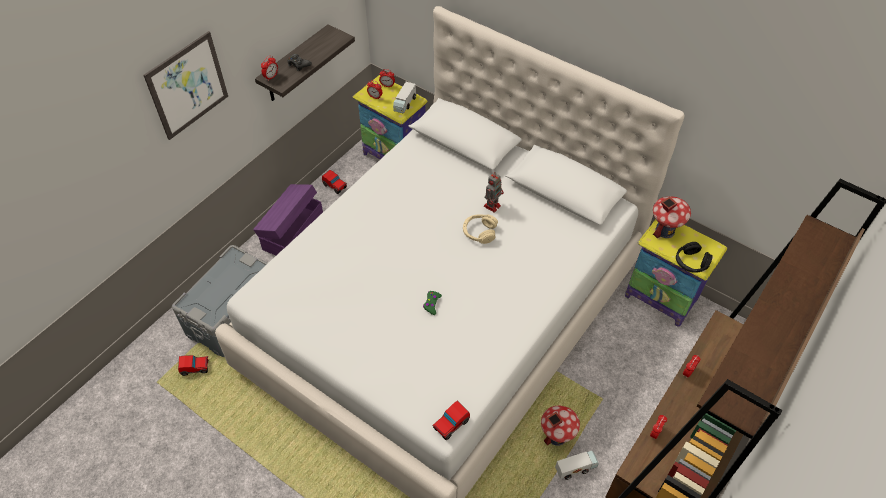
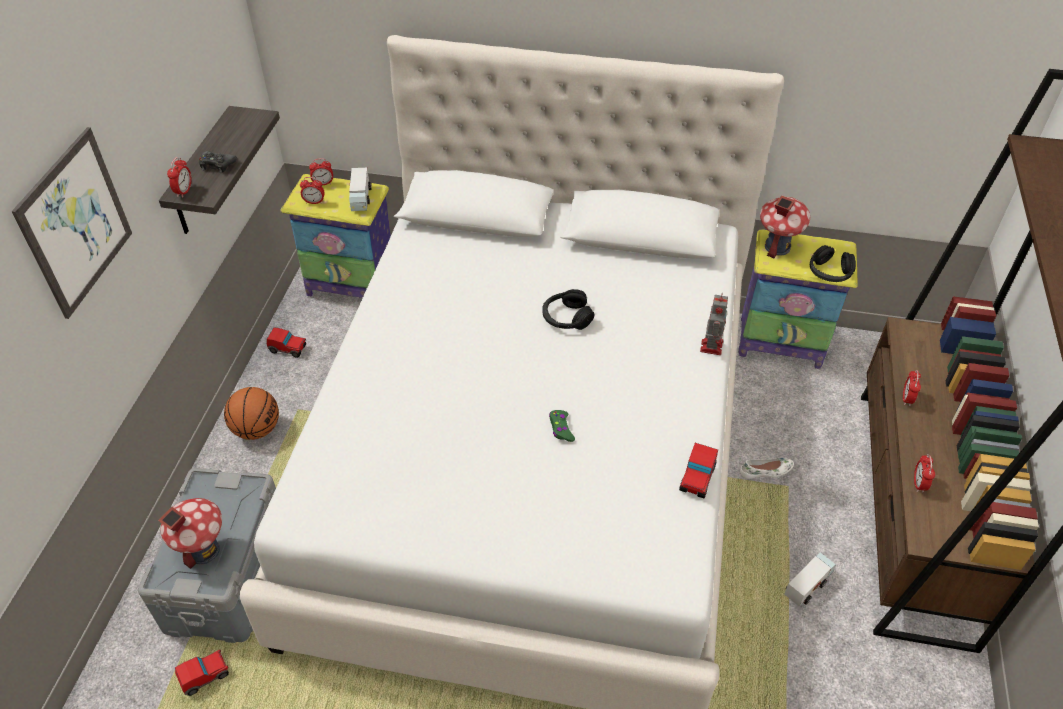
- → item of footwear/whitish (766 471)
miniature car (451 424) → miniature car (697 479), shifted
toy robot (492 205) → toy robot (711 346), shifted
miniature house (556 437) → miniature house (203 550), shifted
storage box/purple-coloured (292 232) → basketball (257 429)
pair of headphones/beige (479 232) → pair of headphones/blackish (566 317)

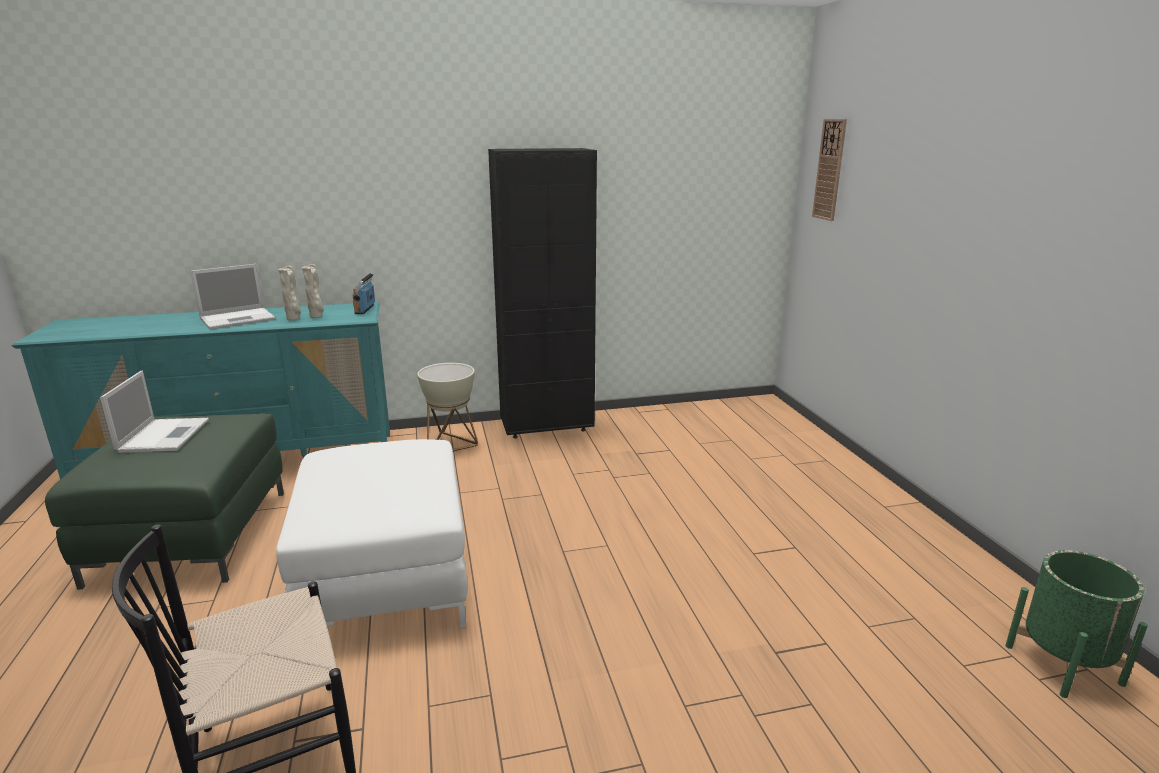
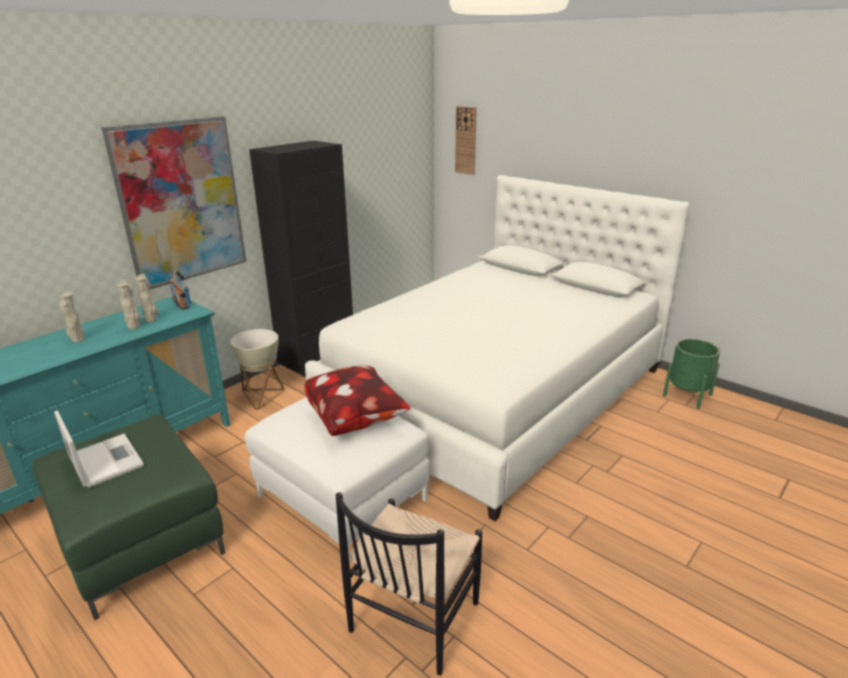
- → wall picture (181 202)
- → bed/whitish (496 392)
- → pillow (356 419)
laptop (239 319) → decorative vase/beige (77 340)

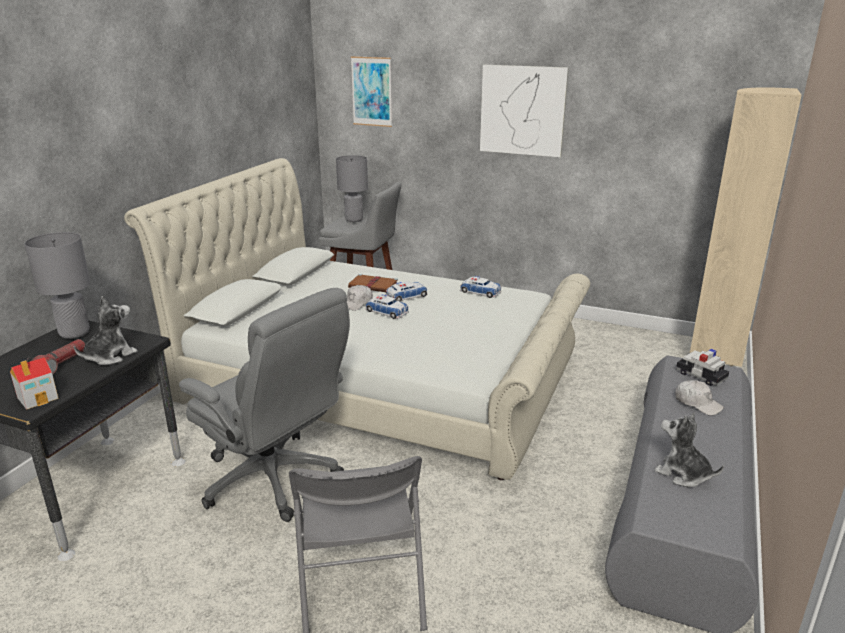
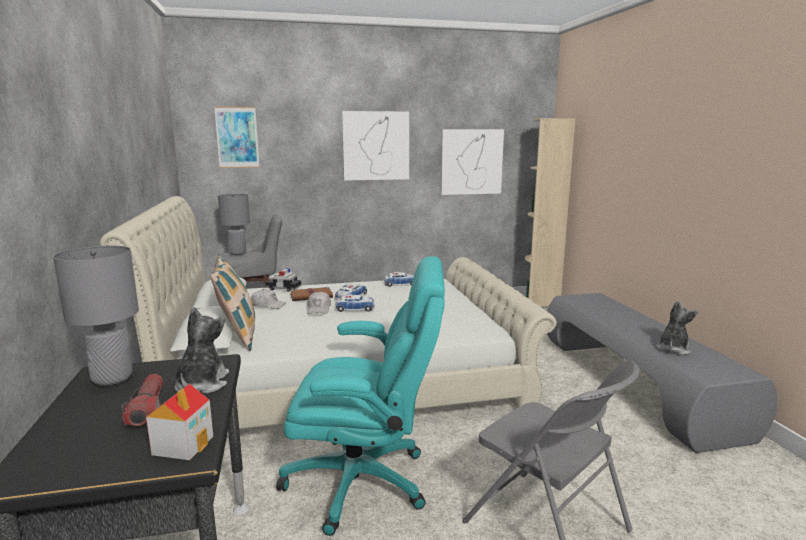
- → pillow (237 337)
- → wall picture (471 162)
miniature car (700 376) → miniature car (283 288), shifted
peaked cap/whitish (697 403) → peaked cap/whitish (268 305), shifted
desk chair/greyish (276 483) → desk chair/turquoise-coloured (367 483)
plush toy (682 474) → plush toy (673 349), 120 degrees clockwise

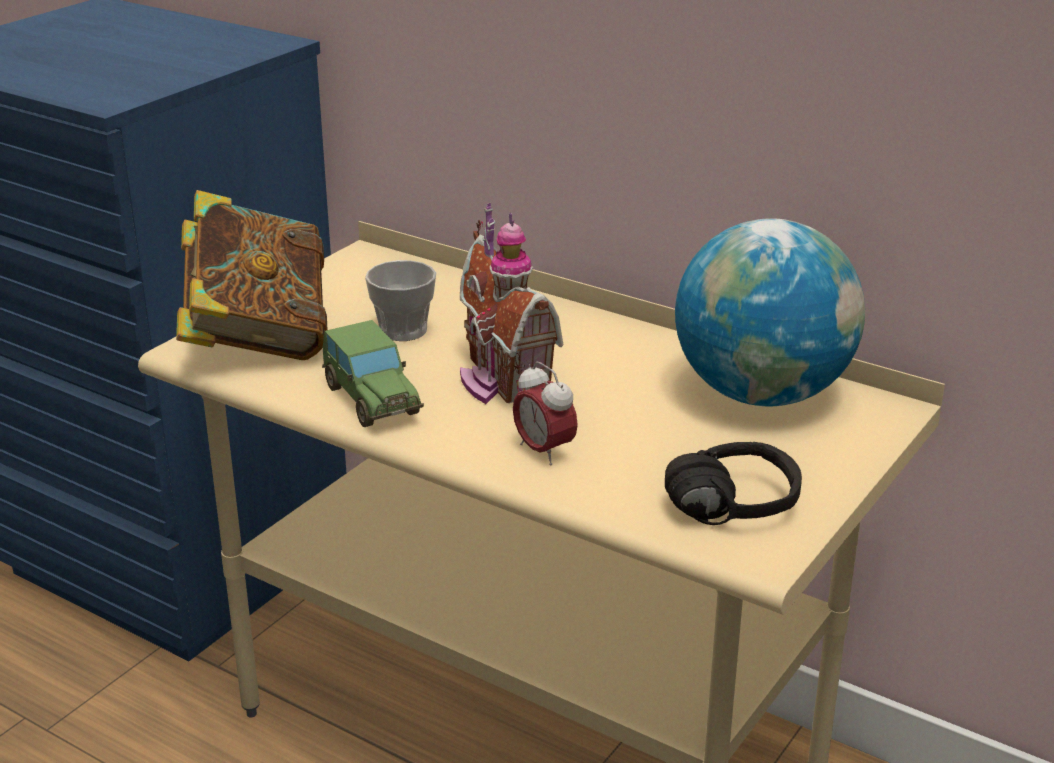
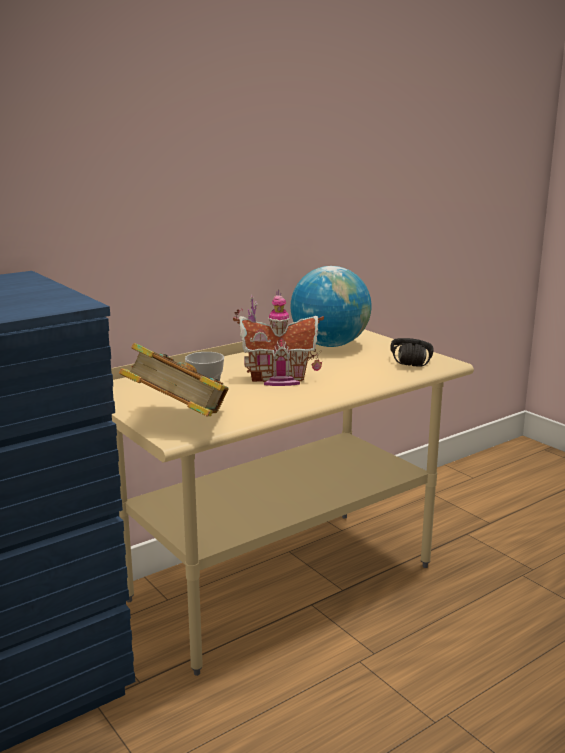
miniature car (371 399) → -
table clock (544 451) → -

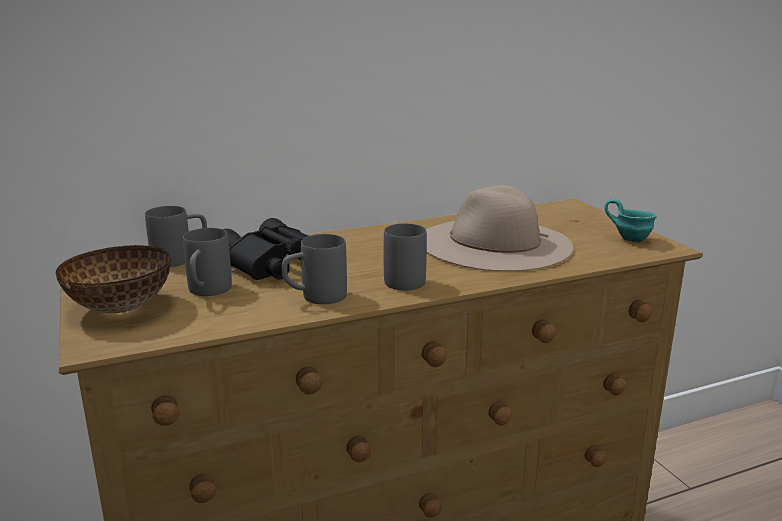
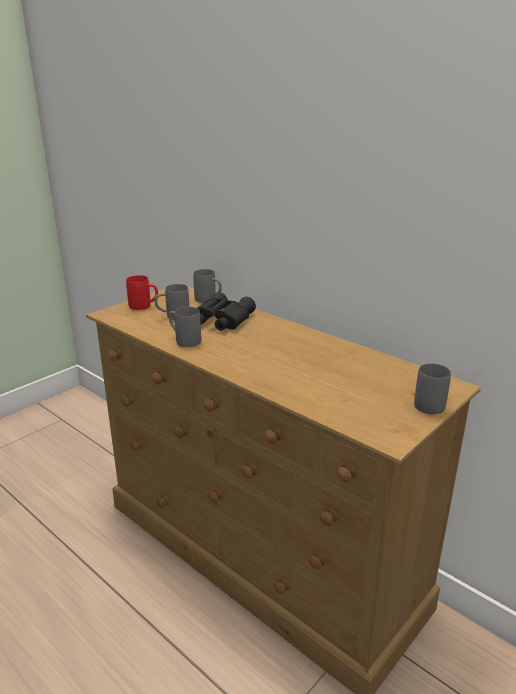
hat/beige (494 243) → -
tea mug/turquoise-coloured (629 239) → -
tea mug/greyish (399 279) → tea mug/greyish (432 403), shifted
bowl (121 307) → tea mug/red (144 306)

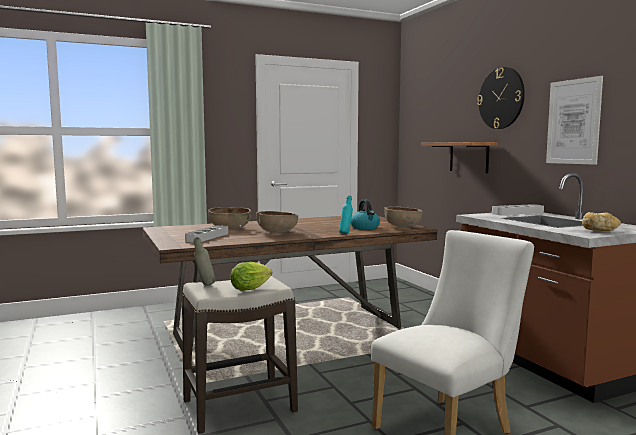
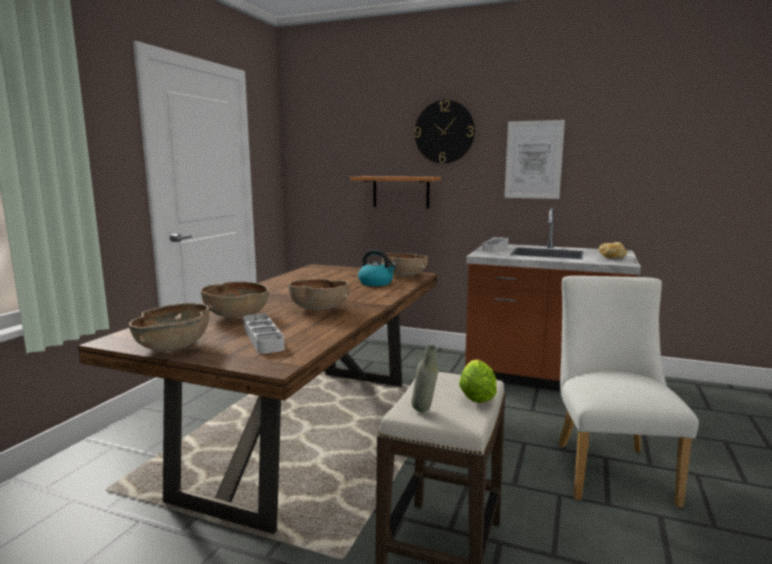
drink bottle/turquoise-coloured (346 233) → -
- → bowl/brown-coloured (174 347)

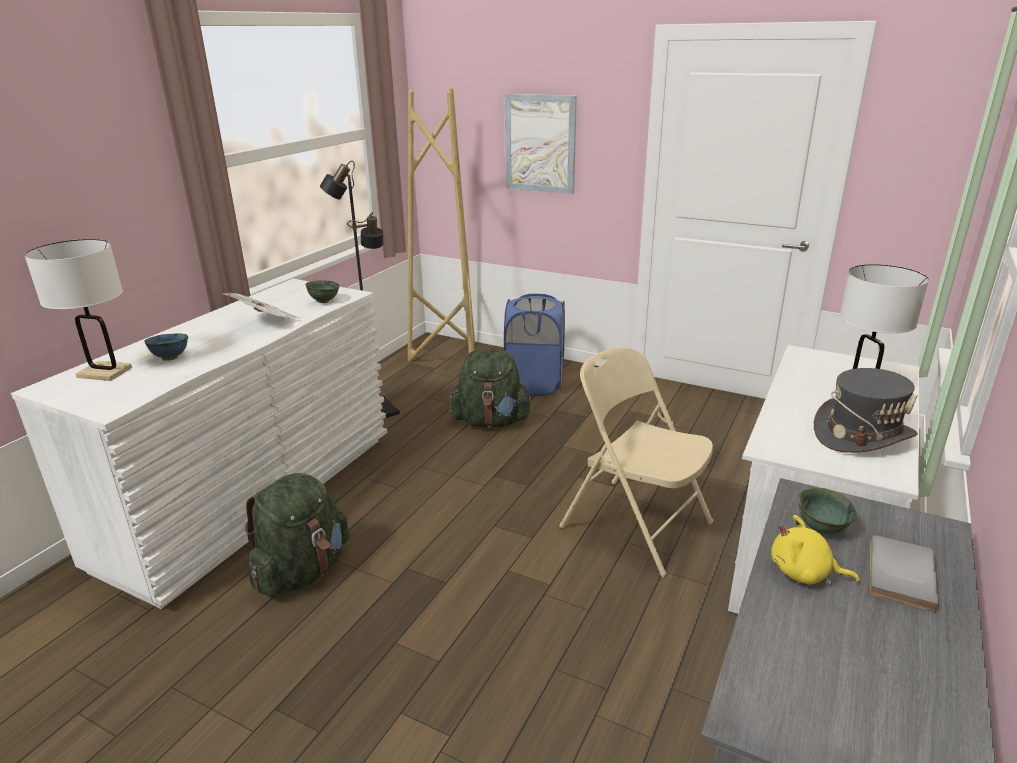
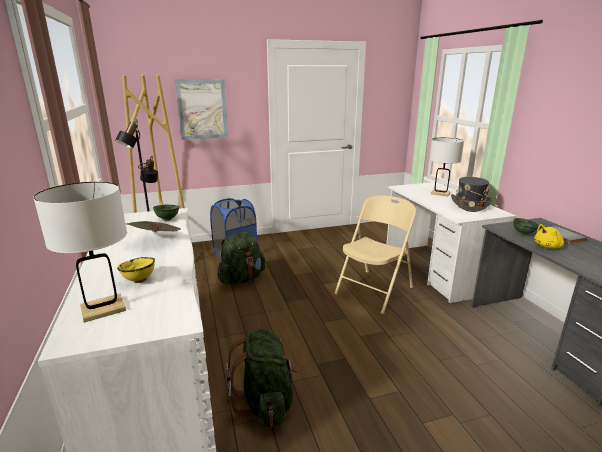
bowl/blue-coloured (170 358) → bowl/yellow (139 280)
chair/beige (636 524) → chair/beige (374 291), 135 degrees clockwise

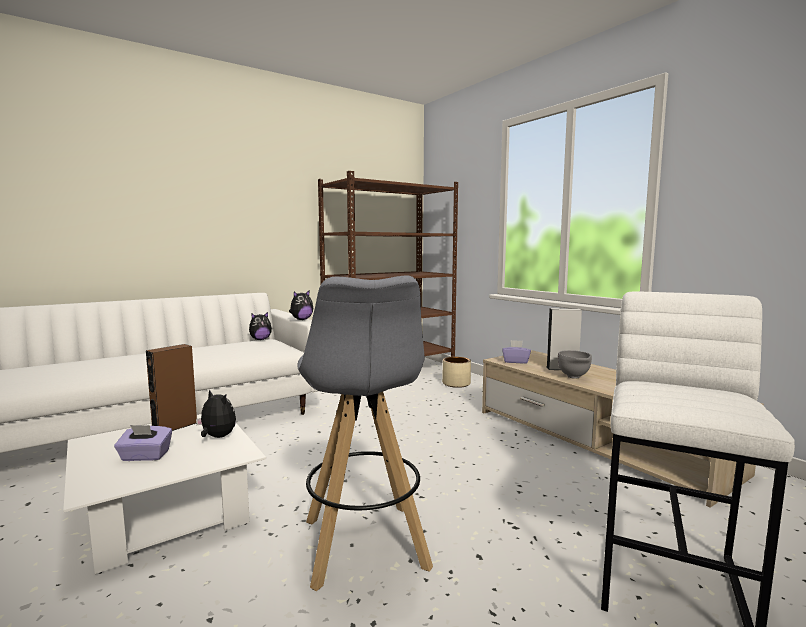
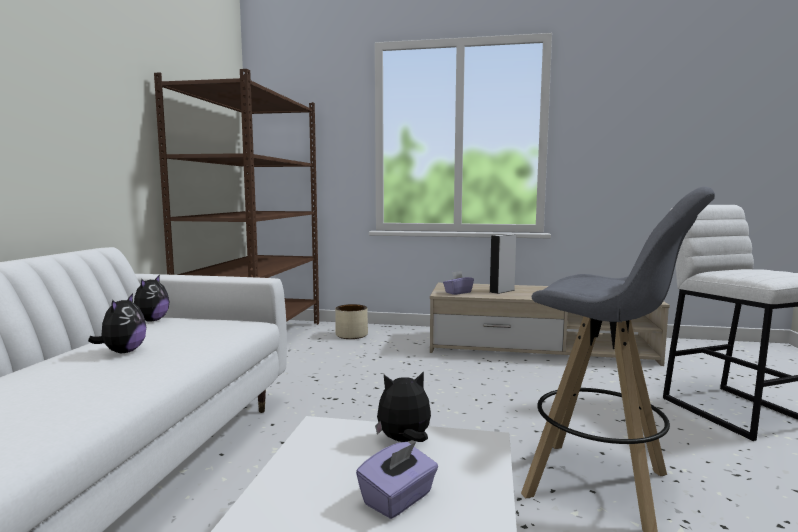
audio speaker/brown-coloured (175 427) → -
bowl/greyish (574 377) → -
plush toy (301 319) → plush toy (123 352), shifted

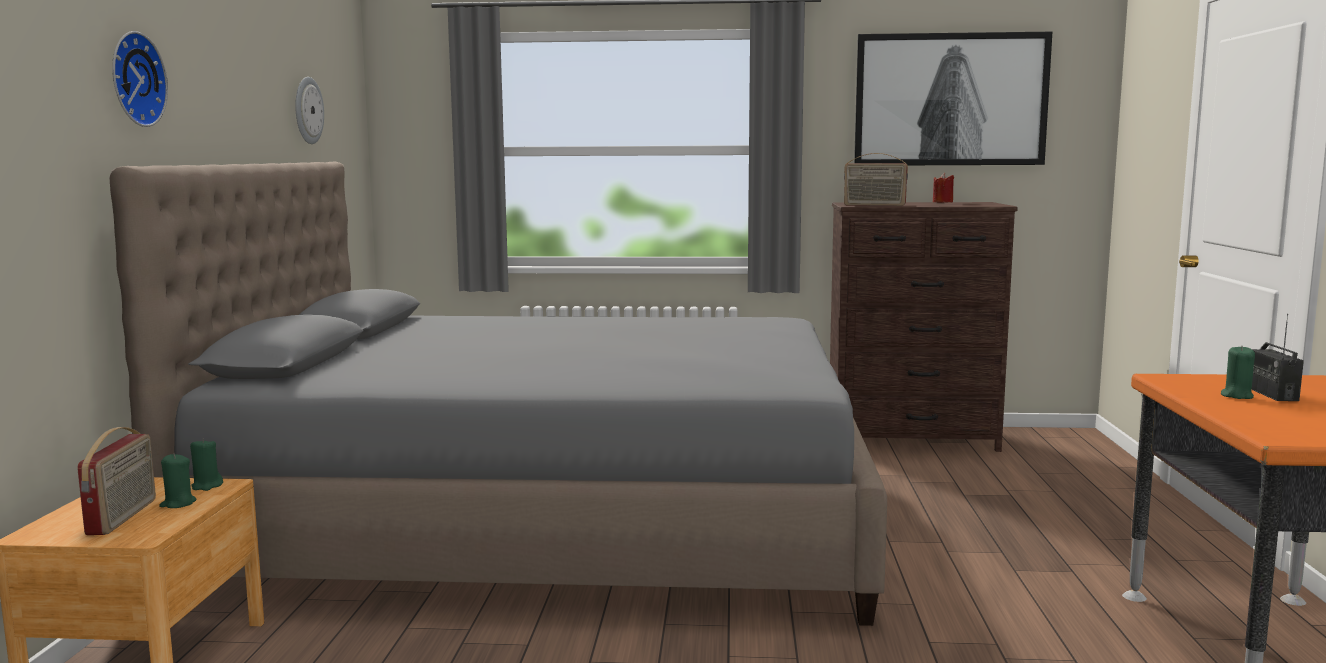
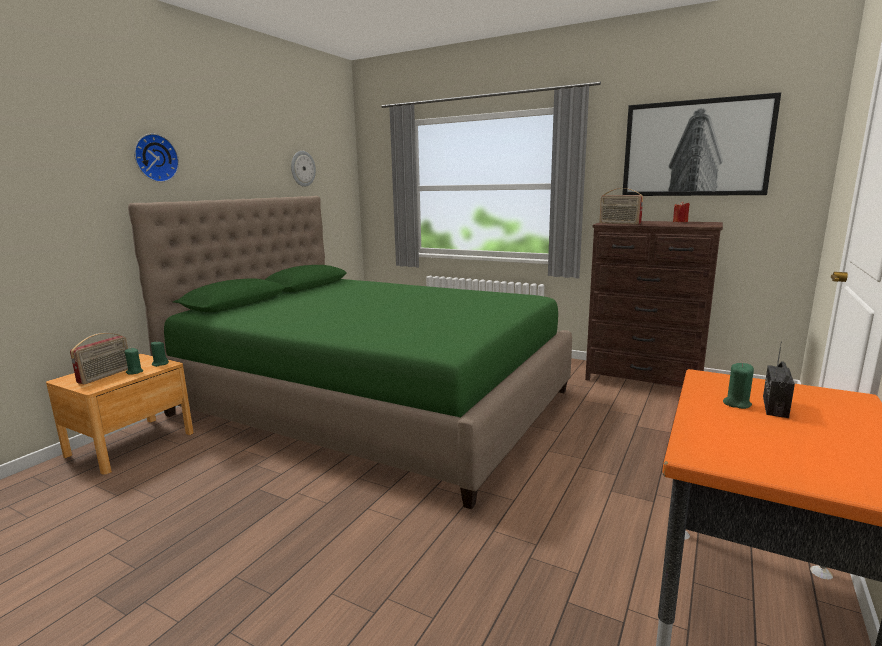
bed/greyish (549 524) → bed/greenish (372 402)

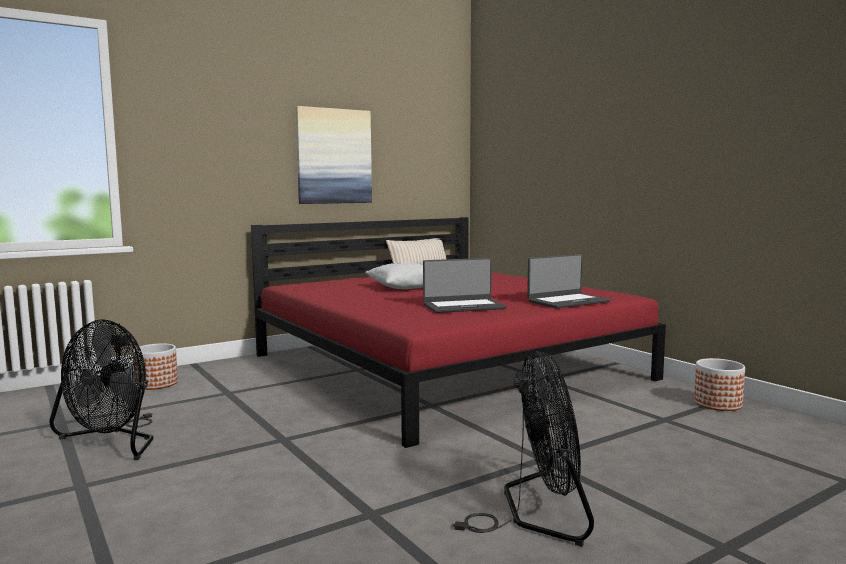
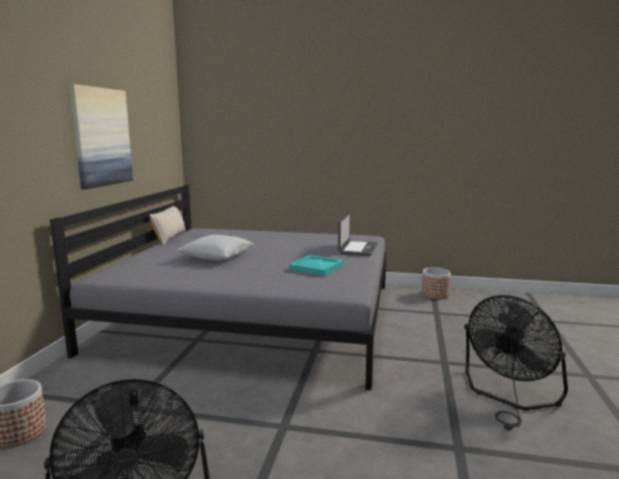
laptop (463 306) → tray/turquoise-coloured (316 267)
bed/red (445 366) → bed/greyish (255 315)

